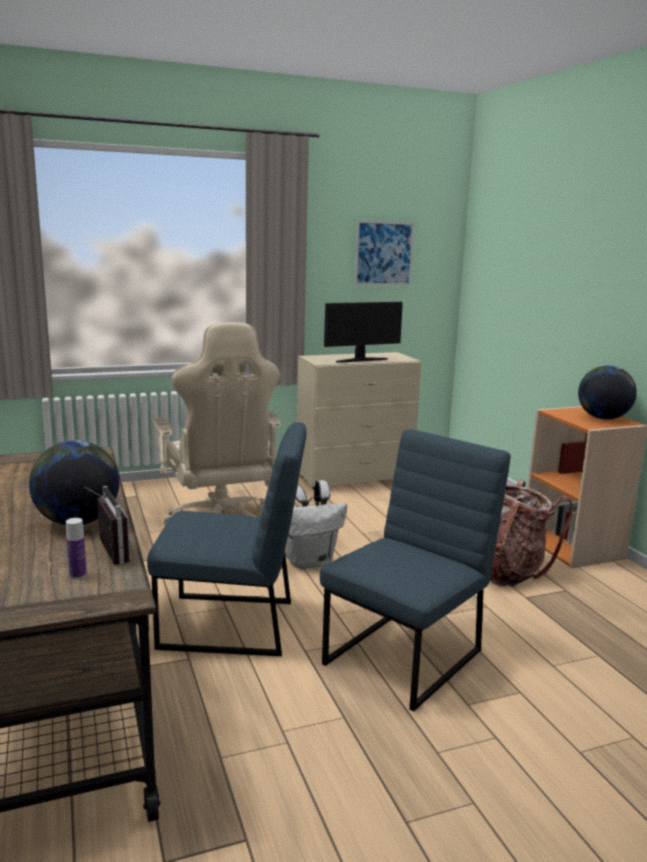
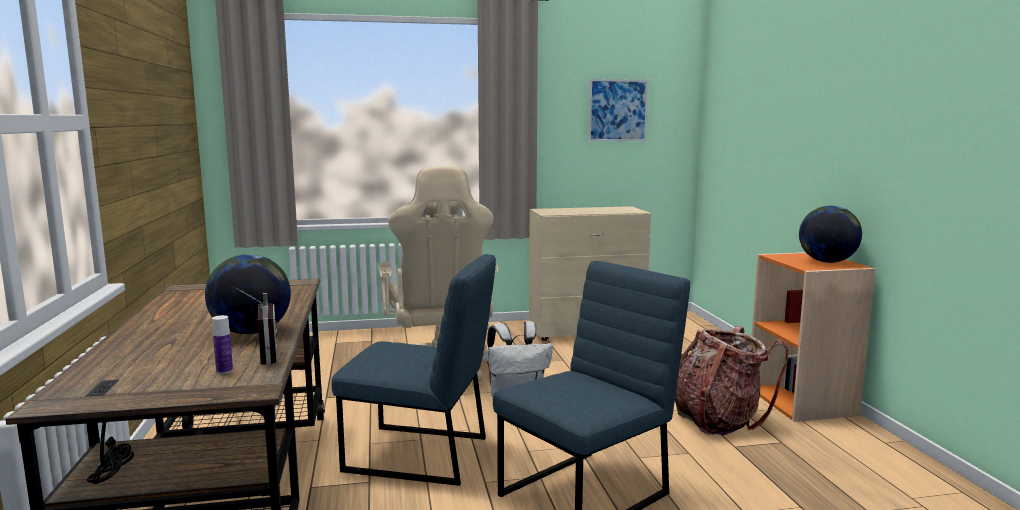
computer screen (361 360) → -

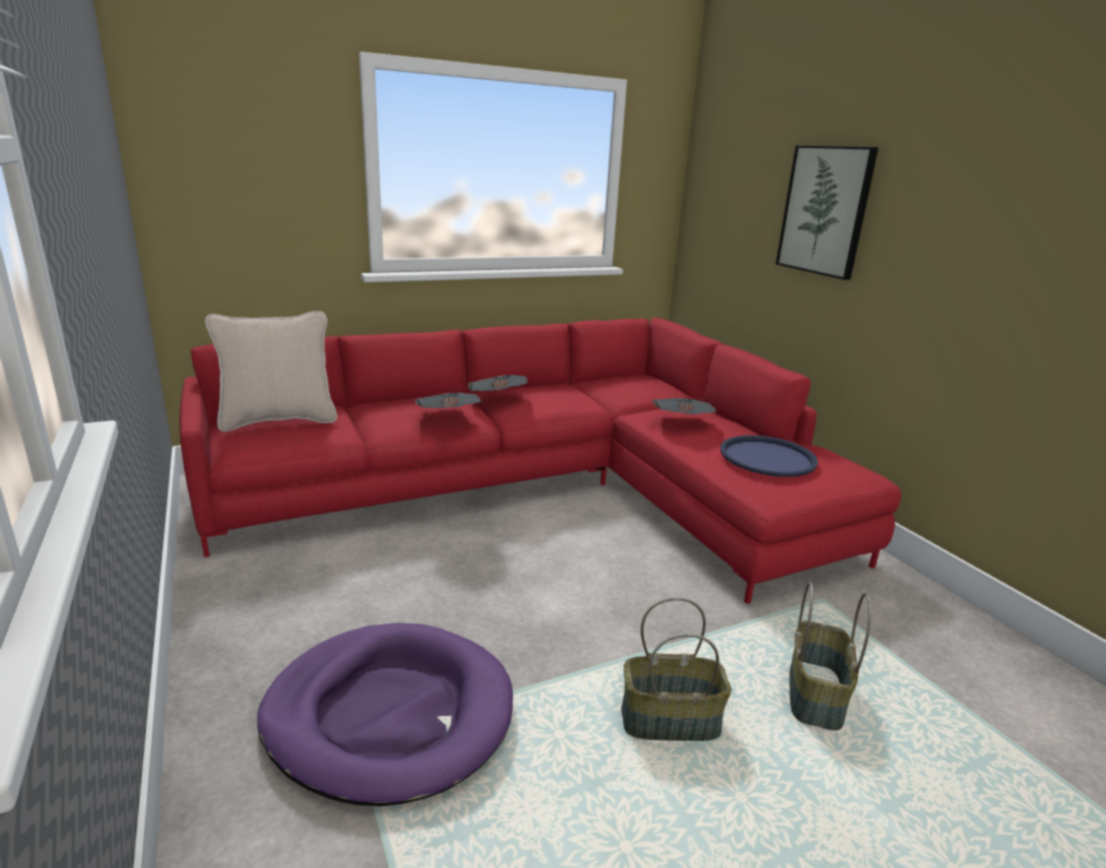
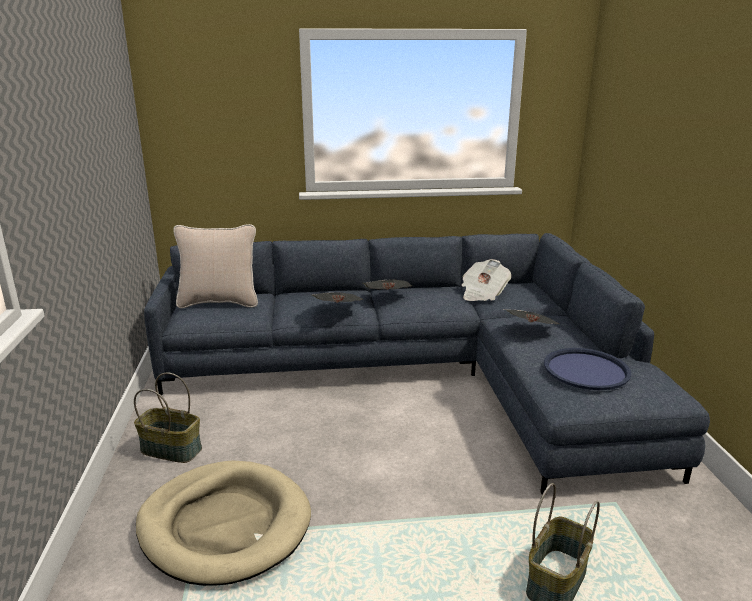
wall picture (825 211) → -
- → newspaper (482 294)
basket (670 720) → basket (172 449), shifted
sofa/red (549 491) → sofa/blue-coloured (425 375)
dog cushion/purple-coloured (390 714) → dog cushion/beige (225 525)

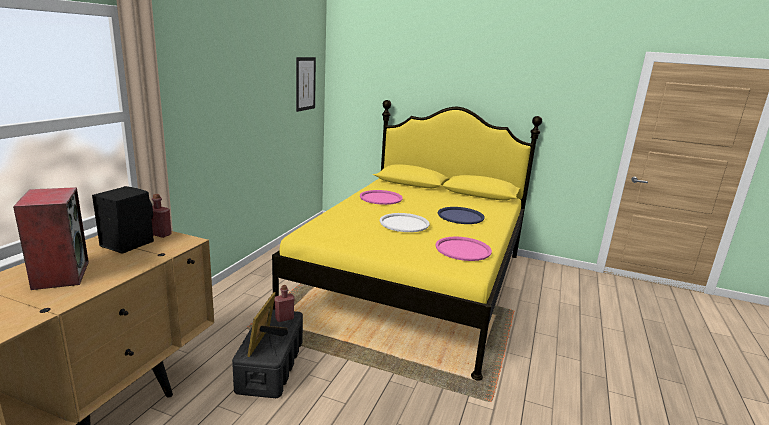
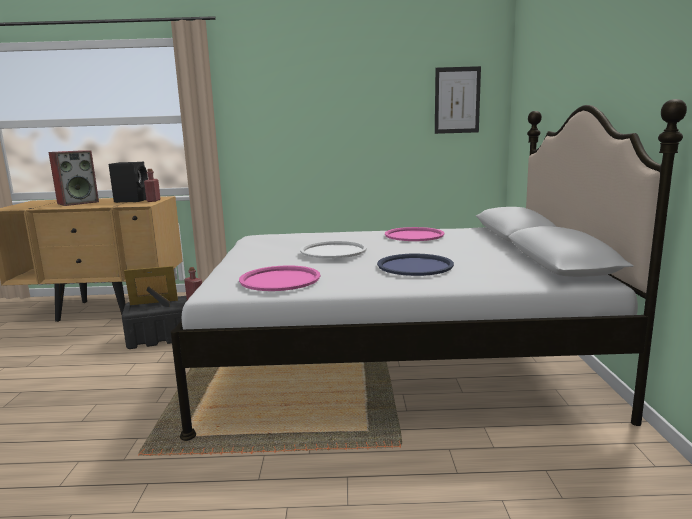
bed/yellow (414 283) → bed/whitish (395 359)

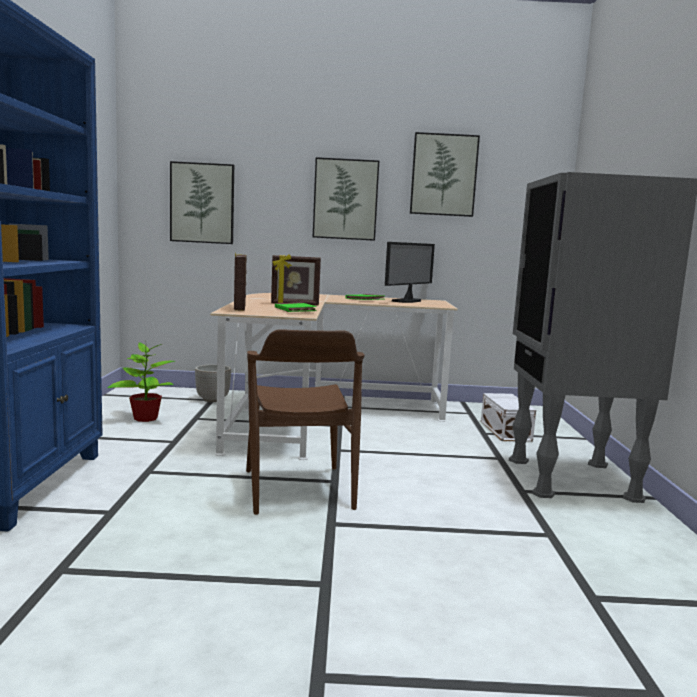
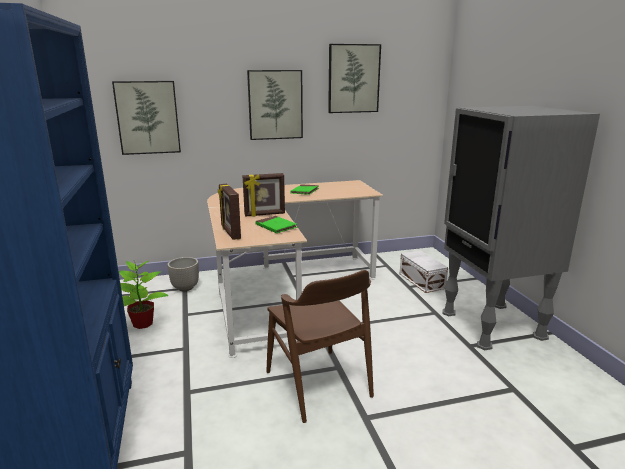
computer screen (408 301) → -

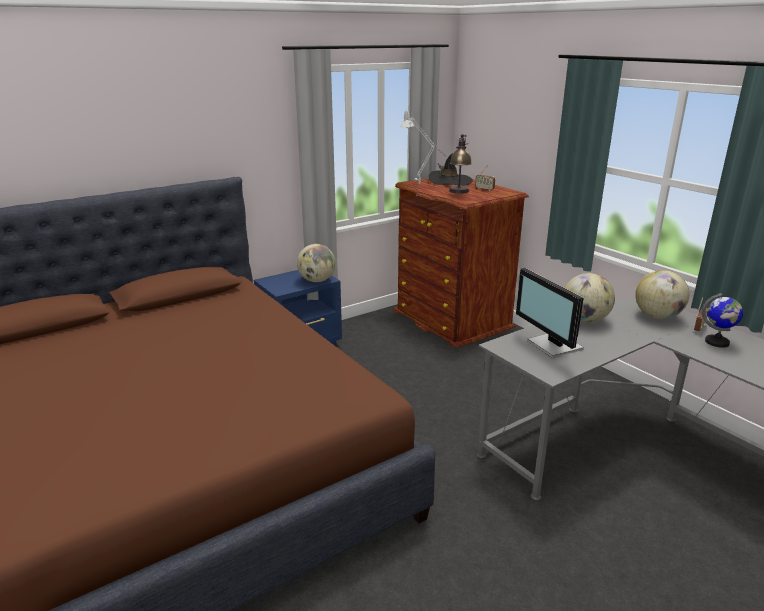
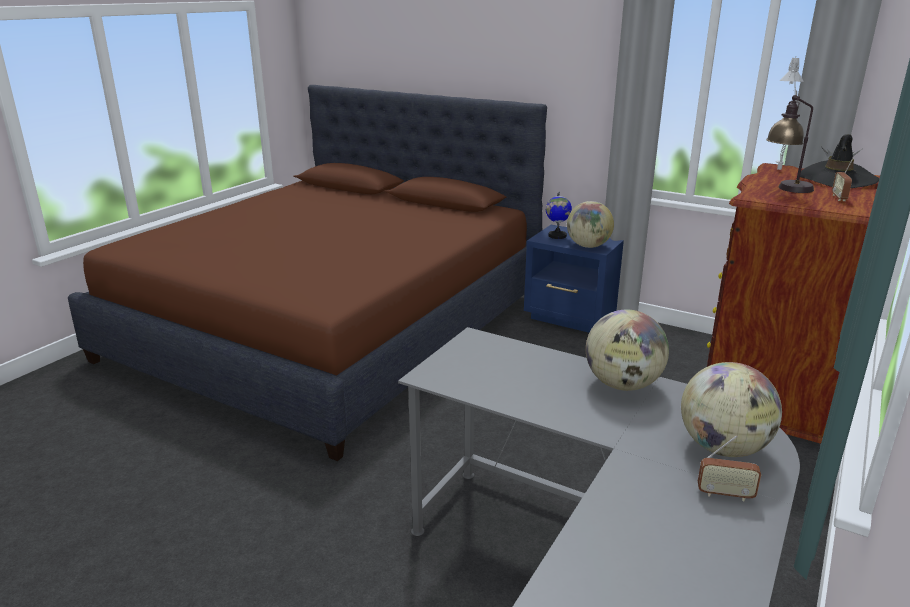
computer screen (553 346) → -
world globe (717 342) → world globe (557 236), shifted

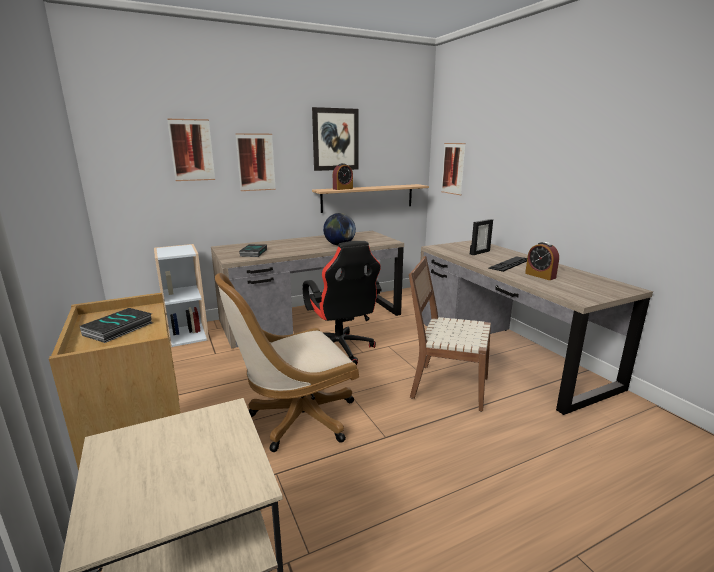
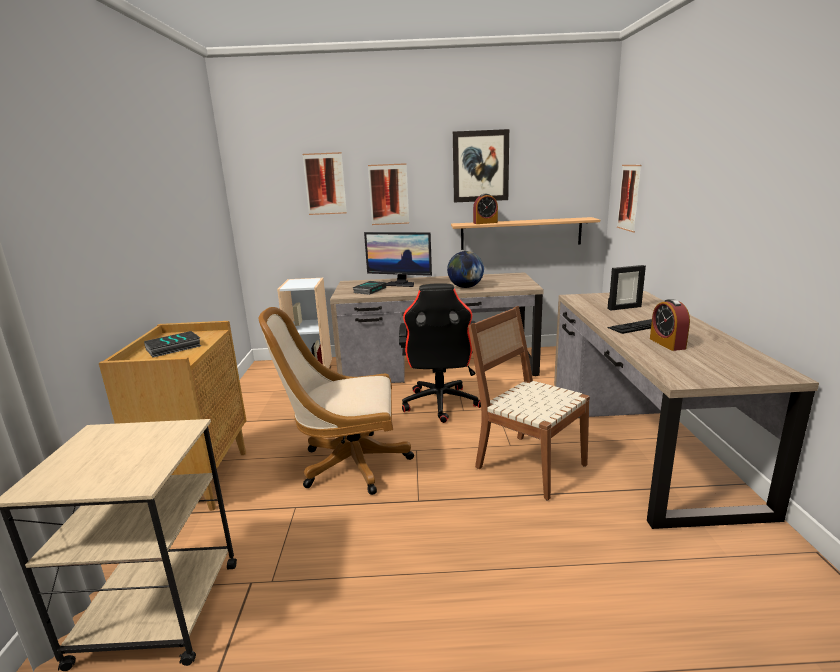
- → computer screen (400 284)

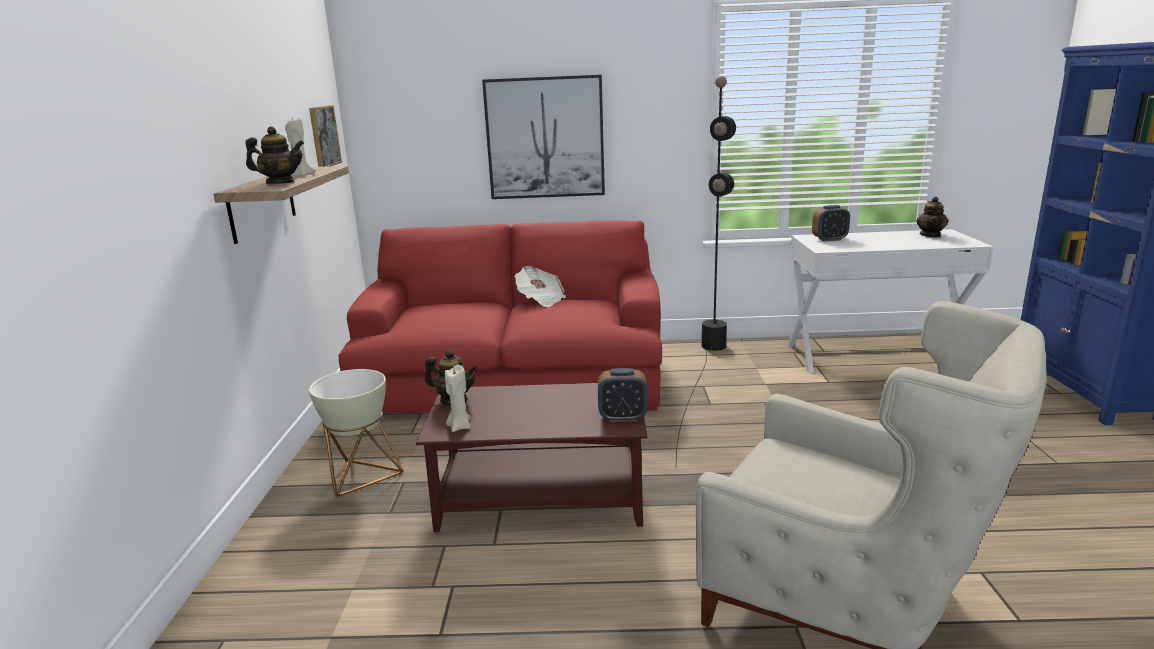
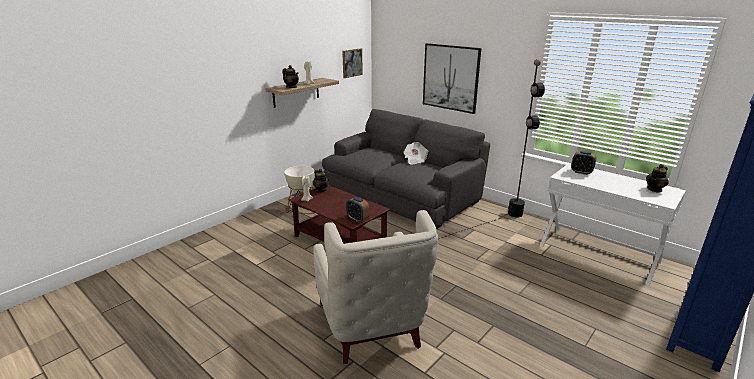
sofa/red (514 378) → sofa/greyish (402 194)

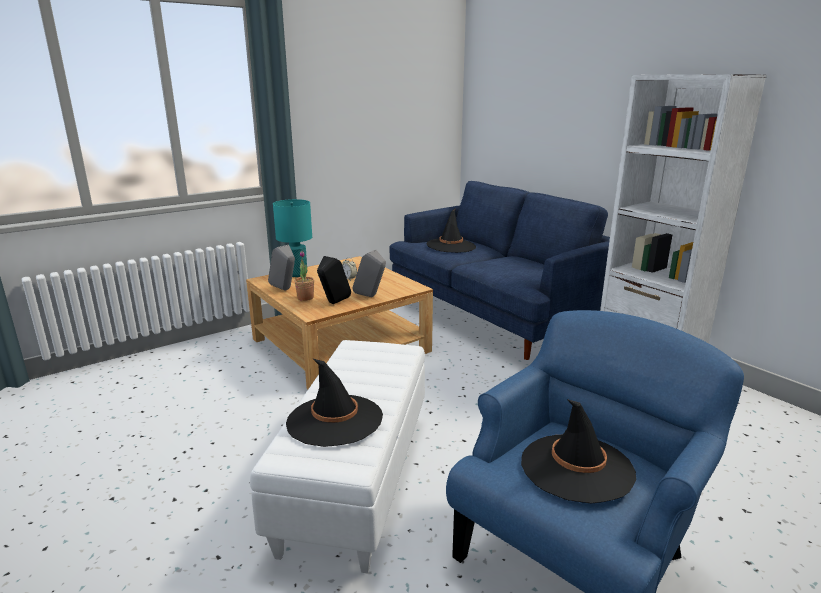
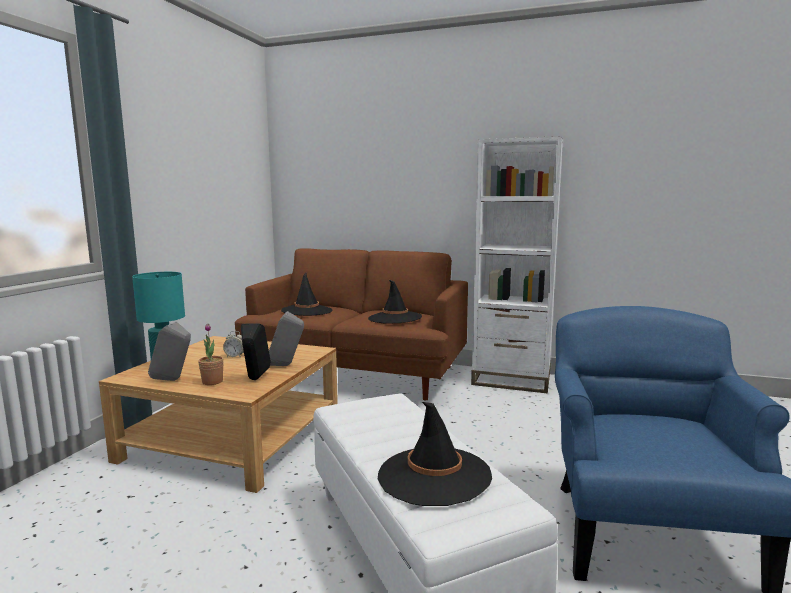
hat/blackish (576 467) → hat/blackish (395 318), shifted
sofa/blue-coloured (493 316) → sofa/brown-coloured (357 374)

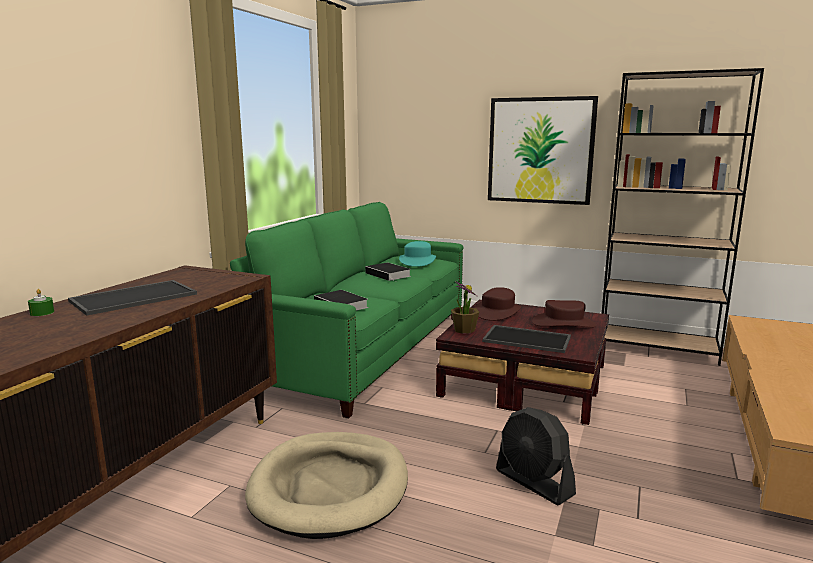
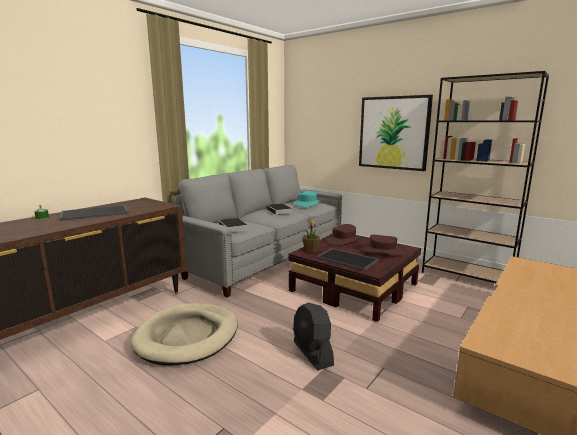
sofa/greenish (366 350) → sofa/greyish (266 257)

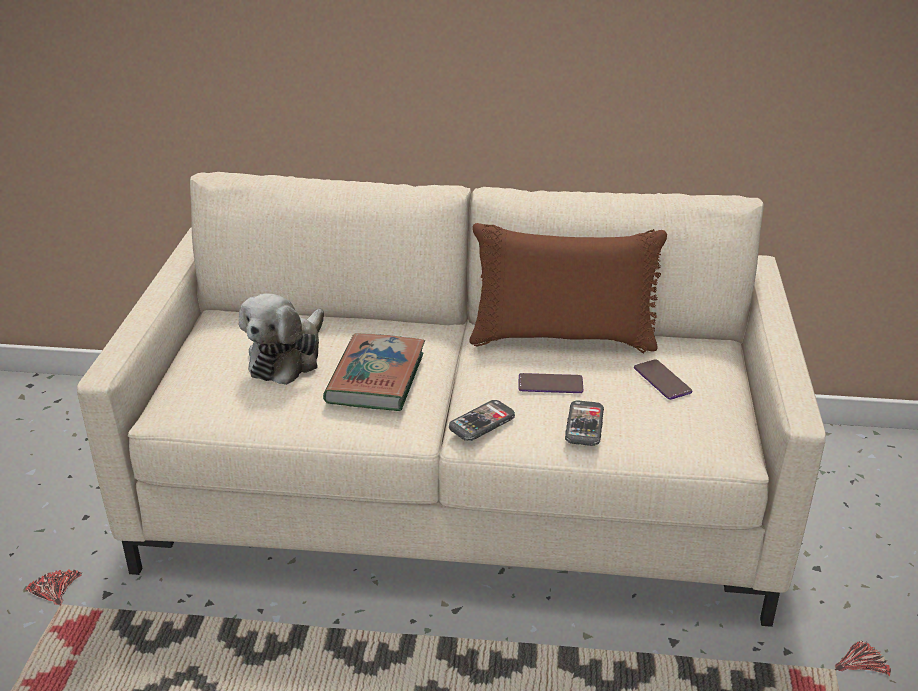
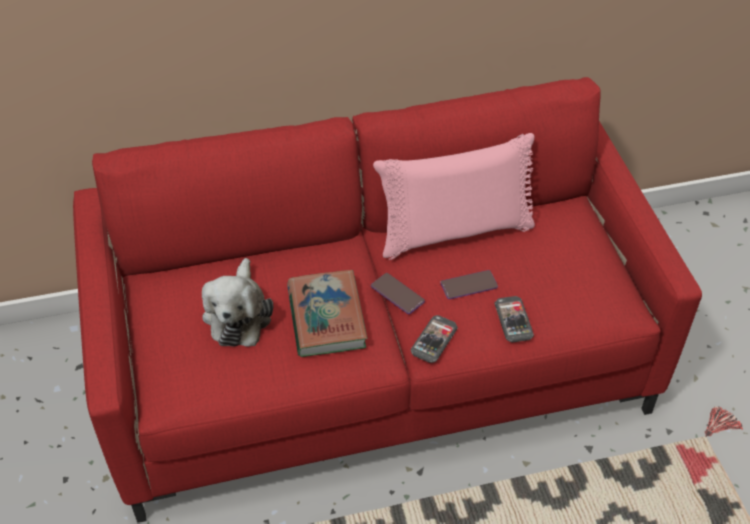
handset (662 380) → handset (397 294), shifted
sofa/beige (460 497) → sofa/red (375 364)
pillow/brown-coloured (562 338) → pillow/pink-coloured (454 232)

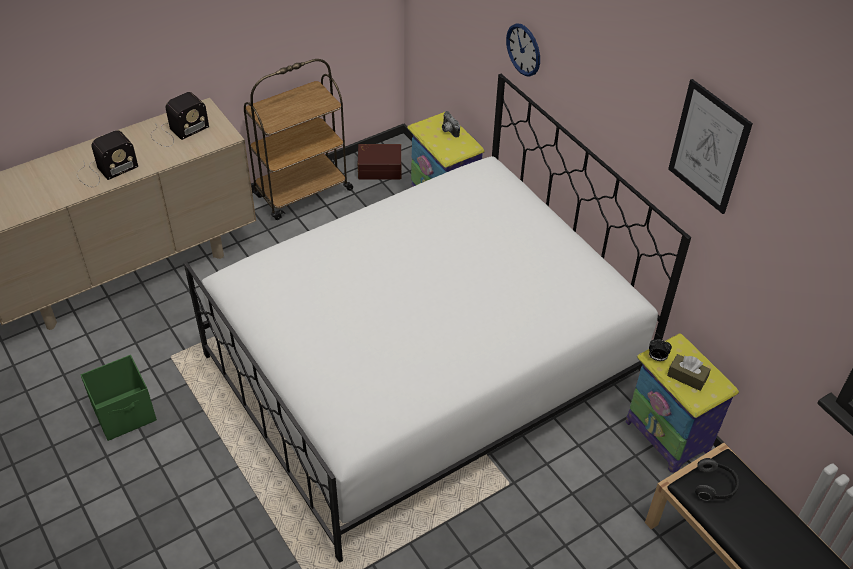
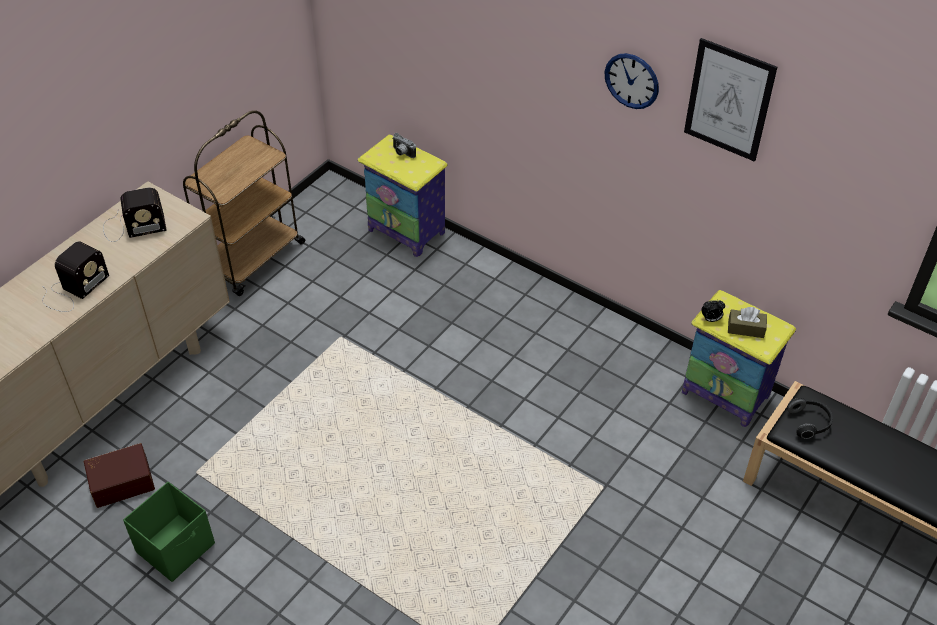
bed/whitish (425 370) → -
storage box/brown-coloured (379 168) → storage box/brown-coloured (121 481), shifted
clock on the wall (523 49) → clock on the wall (631 81), shifted
radio set (177 131) → radio set (132 226), 45 degrees clockwise

